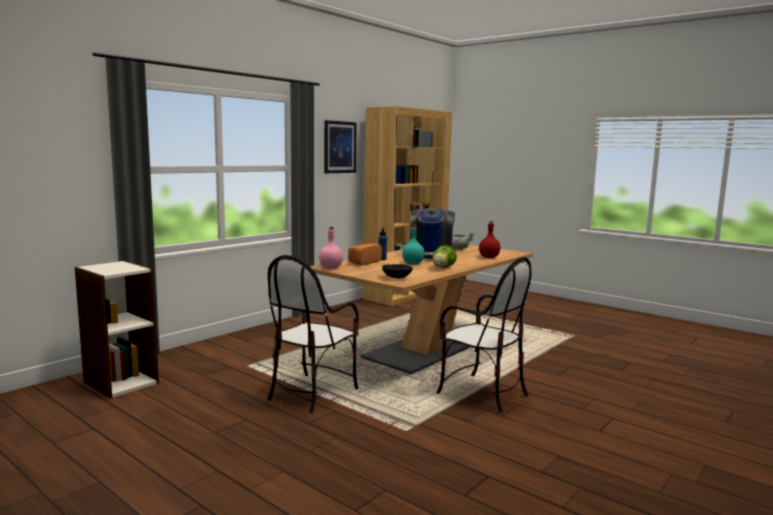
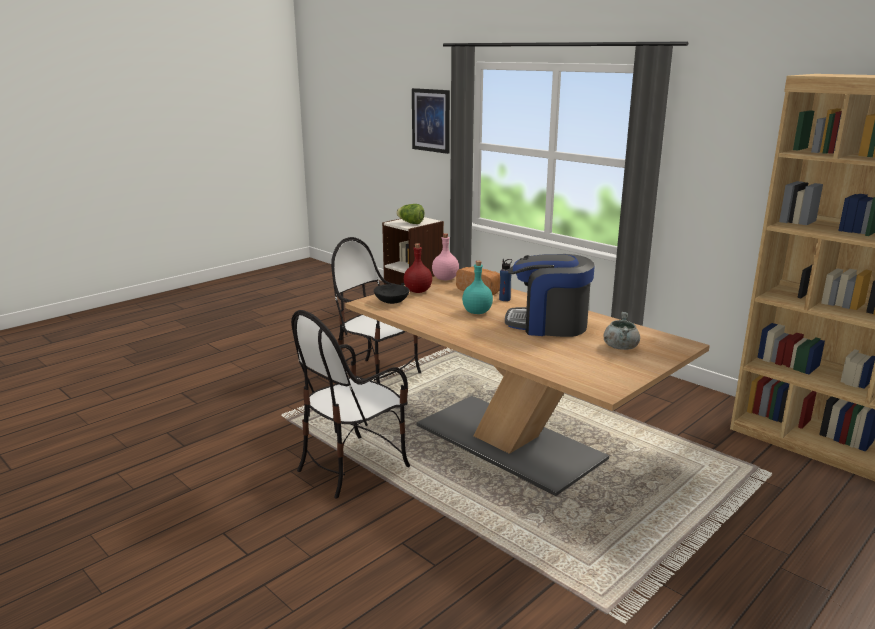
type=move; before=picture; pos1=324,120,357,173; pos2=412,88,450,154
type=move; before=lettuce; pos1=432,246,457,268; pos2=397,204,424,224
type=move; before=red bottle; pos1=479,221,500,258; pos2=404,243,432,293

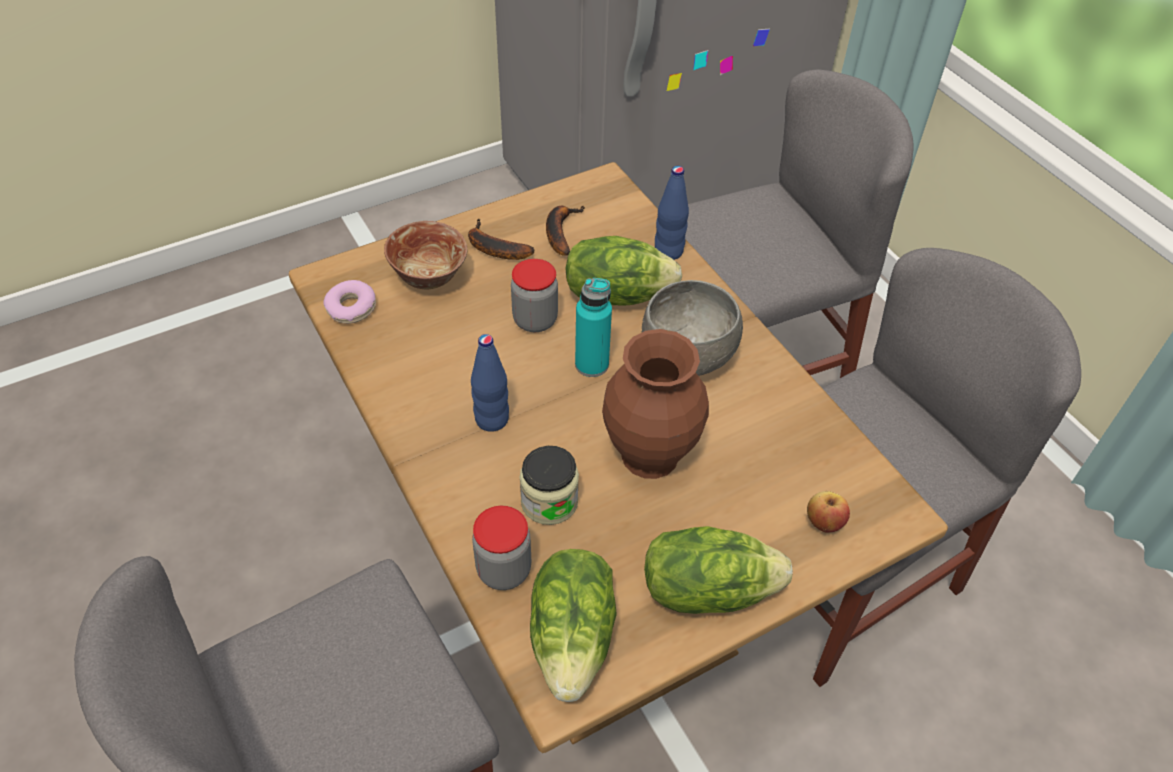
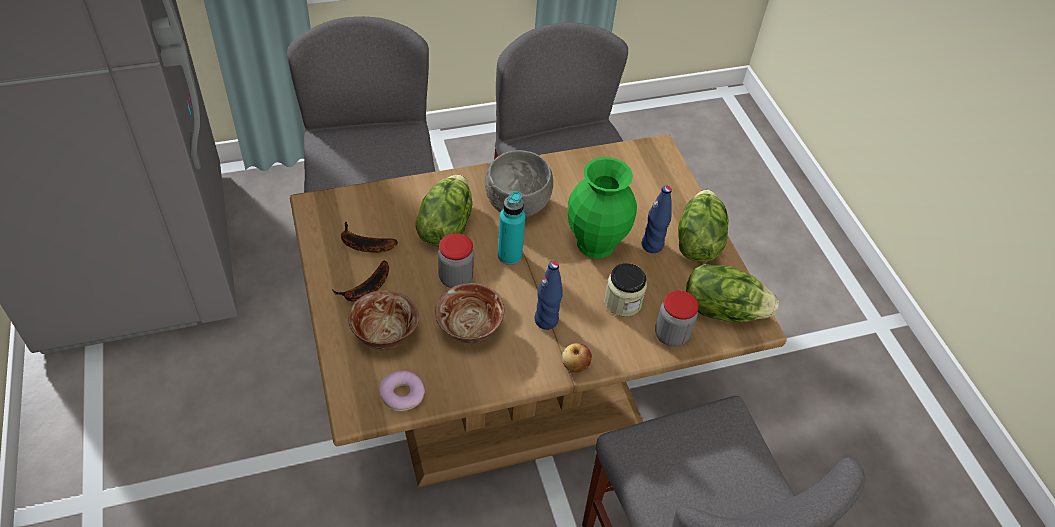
type=insert; after=bowl; pos2=435,283,504,343
type=move; before=blue bottle; pos1=655,166,689,260; pos2=642,186,672,253
type=move; before=apple; pos1=807,491,850,533; pos2=562,343,592,372
type=recolor; before=brown vase; after=green vase; pos1=602,329,709,479; pos2=568,157,637,258

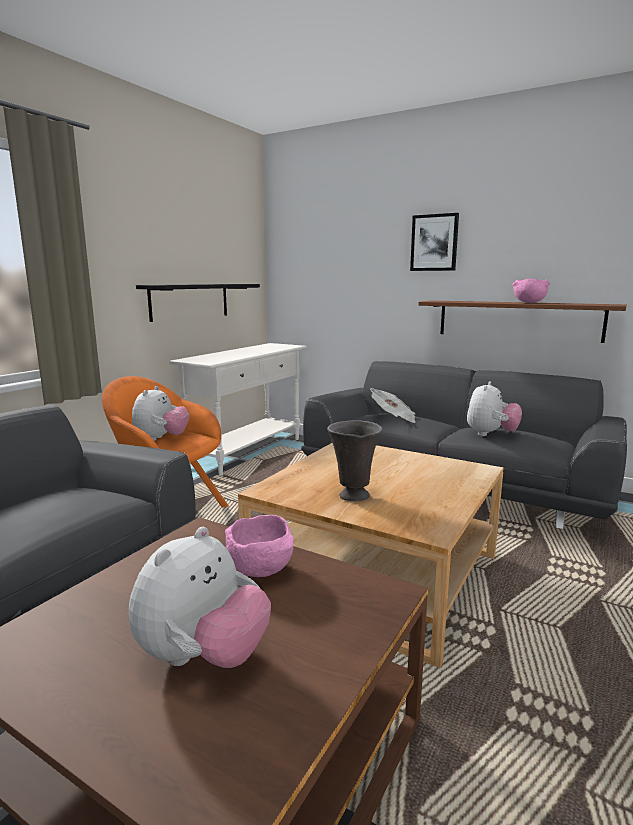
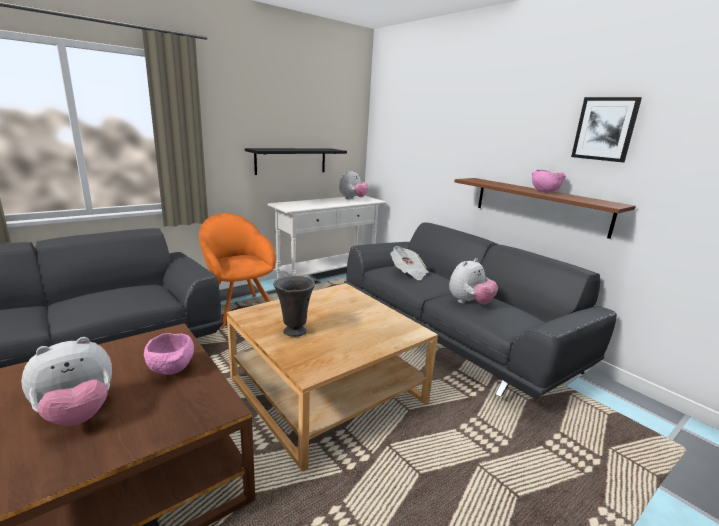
type=move; before=plush toy; pos1=132,386,189,441; pos2=339,170,369,199
type=move; before=picture; pos1=410,213,459,271; pos2=571,97,642,162

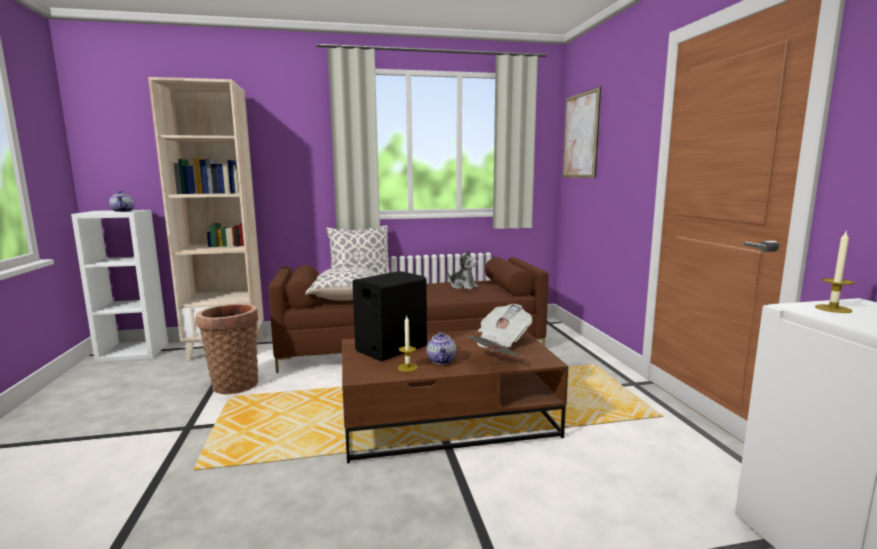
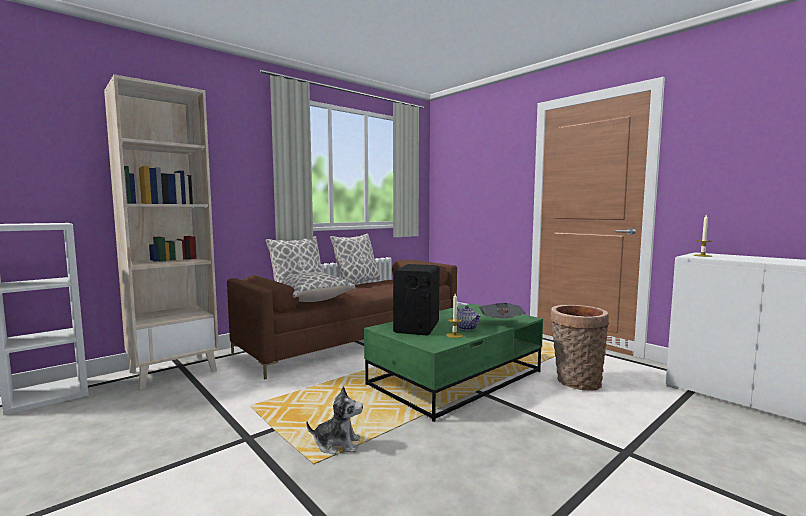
type=delete; before=teapot; pos1=109,191,134,212
type=delete; before=newspaper; pos1=477,304,532,348
type=delete; before=picture; pos1=563,87,601,178
type=insert; after=pillow; pos2=330,234,381,284
type=move; before=basket; pos1=196,303,258,394; pos2=550,305,609,391
type=move; before=plush toy; pos1=447,250,479,290; pos2=306,386,363,455
type=recolor; before=brown coffee table; after=green coffee table; pos1=342,330,568,464; pos2=364,303,543,422

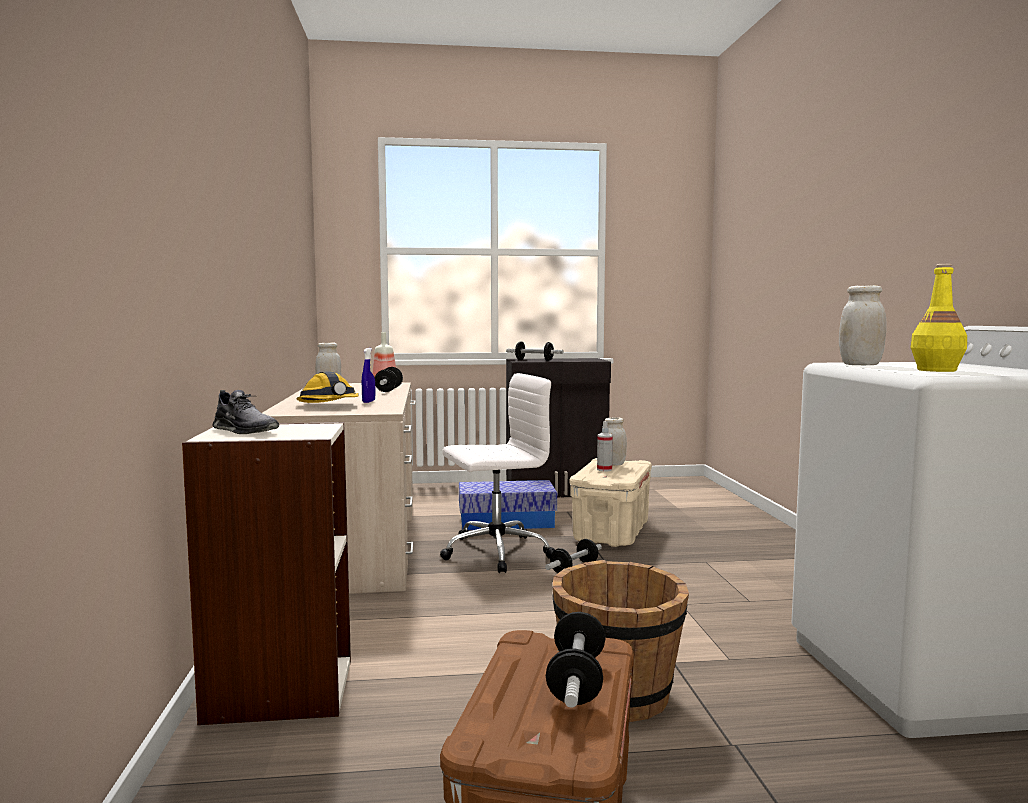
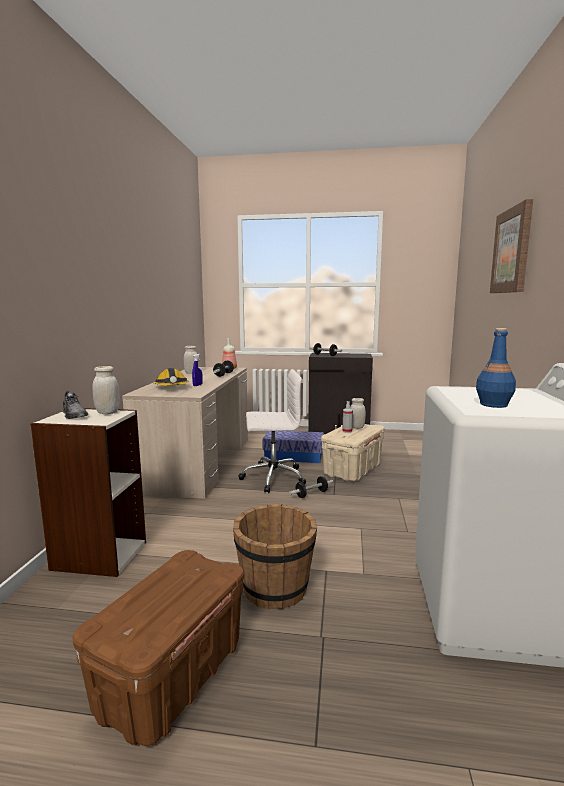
type=delete; before=dumbbell; pos1=546,612,605,708
type=insert; after=picture; pos2=490,199,533,293
type=move; before=white jar; pos1=839,285,886,365; pos2=92,366,120,414
type=recolor; before=yellow bottle; after=blue bottle; pos1=911,264,967,372; pos2=476,328,516,408

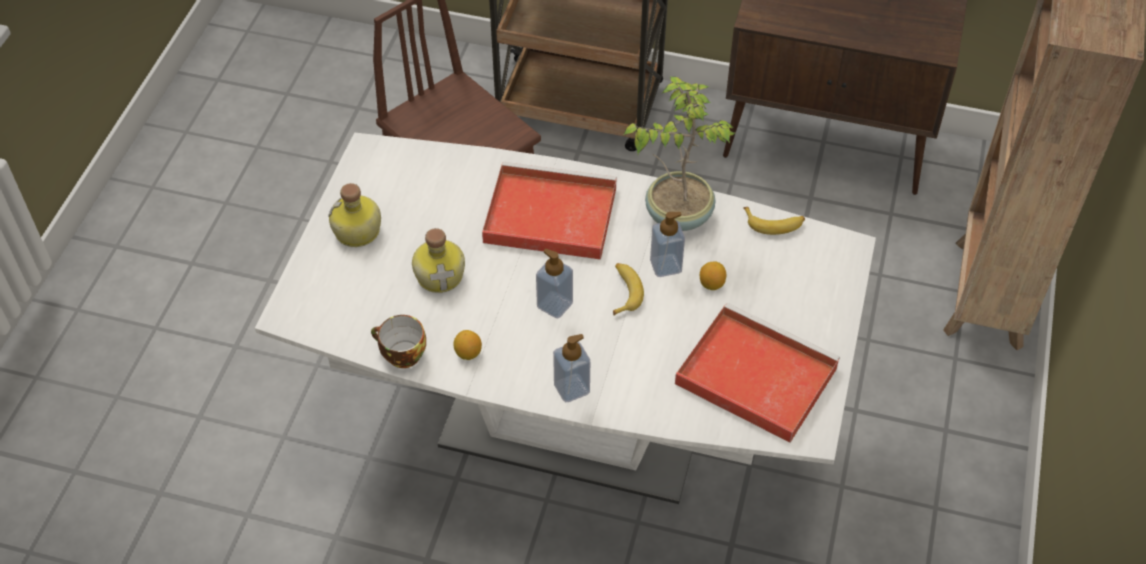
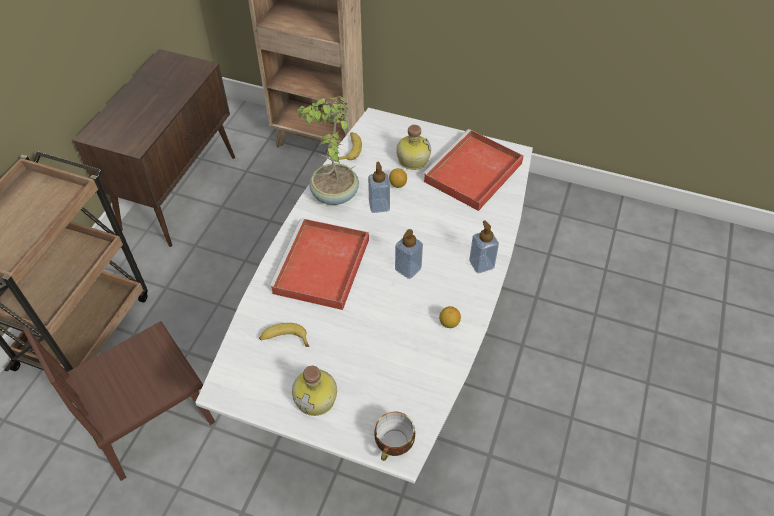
type=move; before=cup; pos1=371,315,426,368; pos2=374,411,415,461
type=move; before=bottle; pos1=412,228,465,293; pos2=396,125,431,170
type=move; before=banana; pos1=613,263,644,315; pos2=259,323,309,347

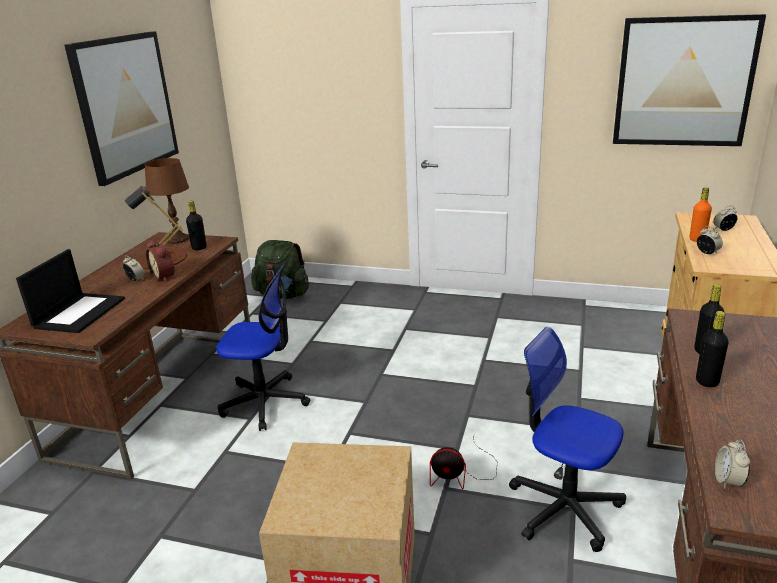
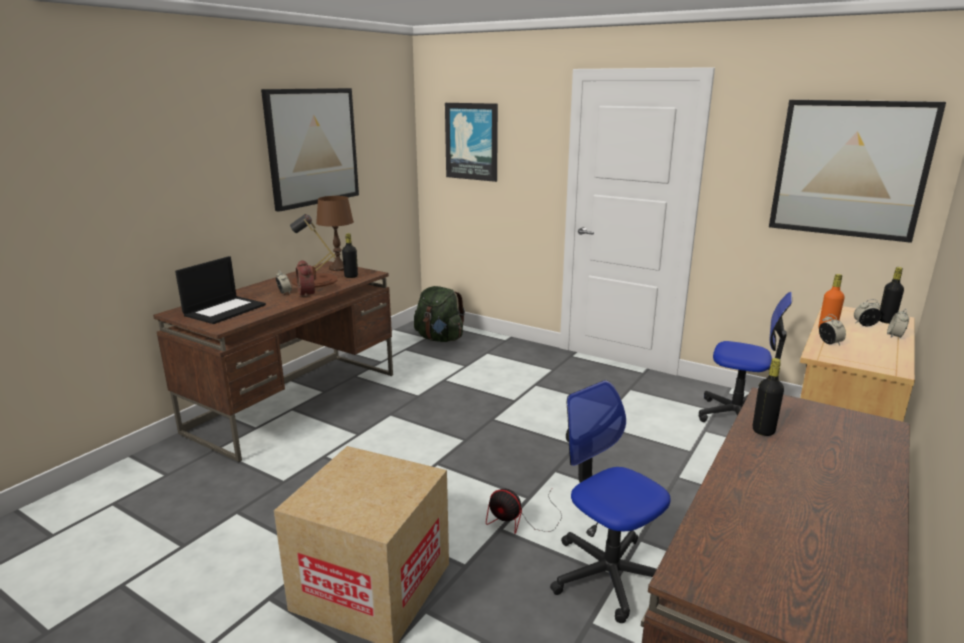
type=insert; after=picture; pos2=445,103,498,182
type=move; before=office chair; pos1=216,264,310,431; pos2=699,292,792,422
type=move; before=black bottle; pos1=696,311,729,387; pos2=879,267,904,324
type=move; before=alarm clock; pos1=715,440,750,489; pos2=887,308,909,338

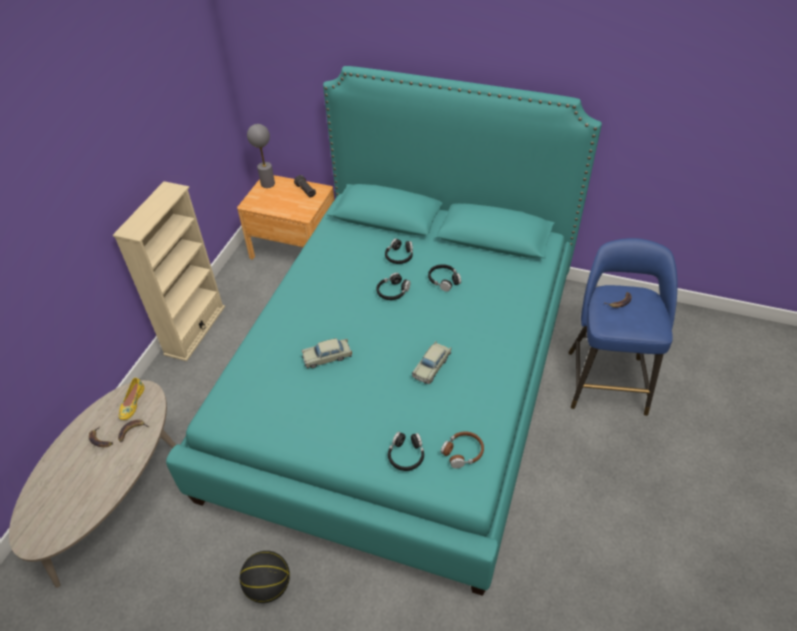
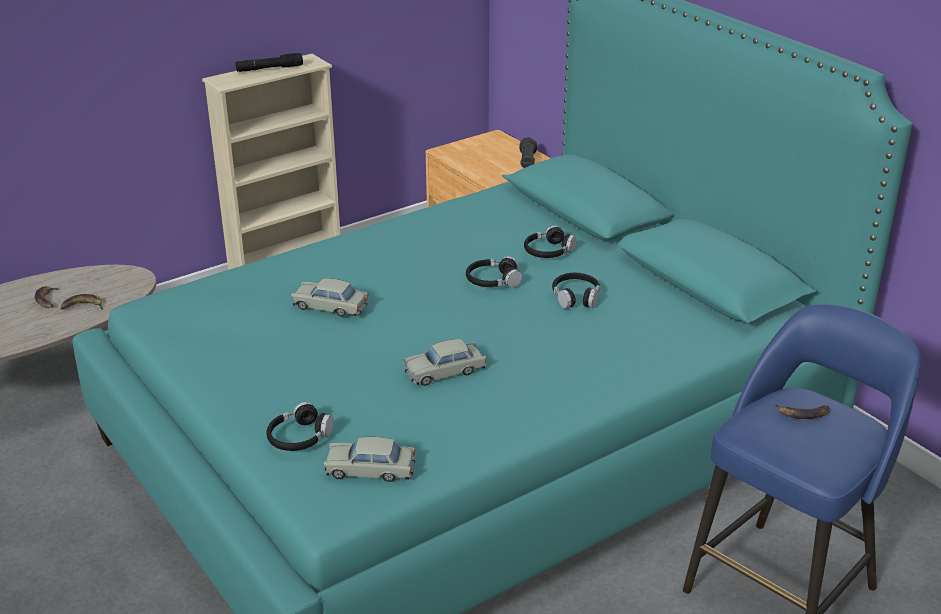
type=delete; before=yellow shoe; pos1=119,378,144,420
type=delete; before=basketball; pos1=240,551,290,603
type=delete; before=grey table lamp; pos1=247,124,275,188
type=insert; after=black flashlight; pos2=235,53,303,72
type=replace; before=brown headphones; after=beige toy car; pos1=440,431,484,469; pos2=324,437,415,482

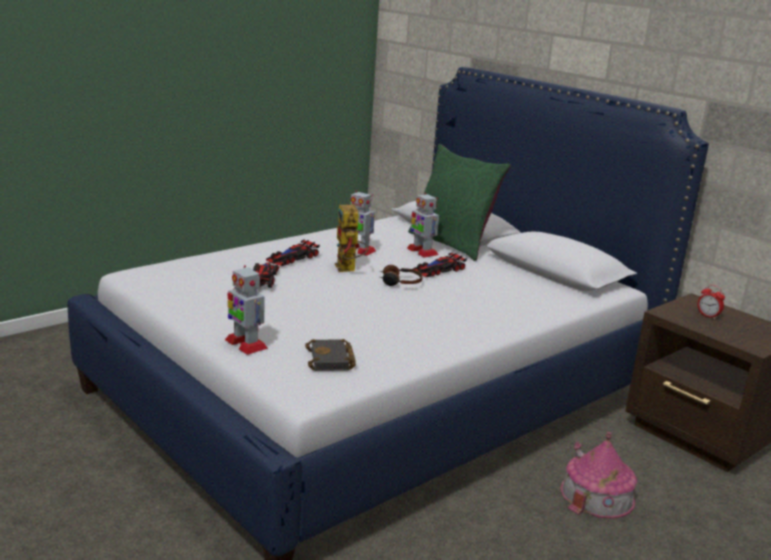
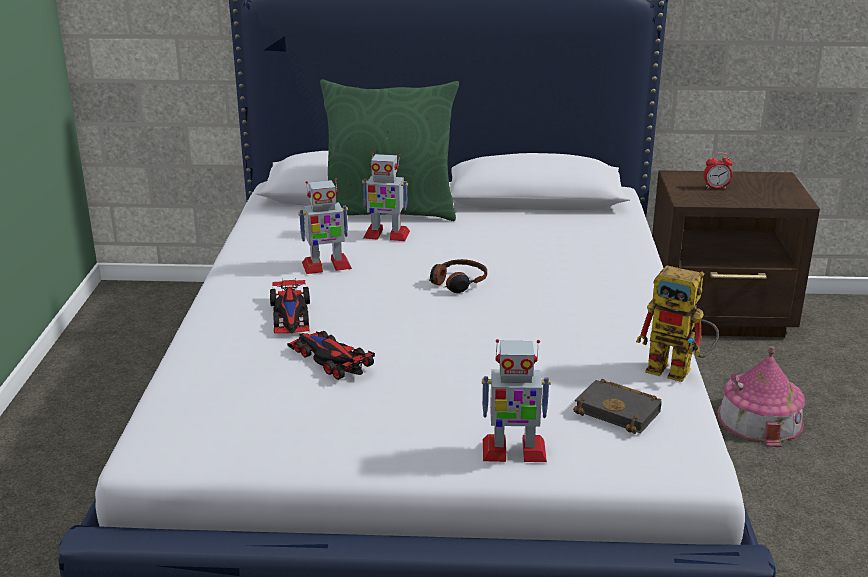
type=delete; before=toy car; pos1=413,252,467,277
type=move; before=toy robot; pos1=335,204,368,272; pos2=636,266,719,382

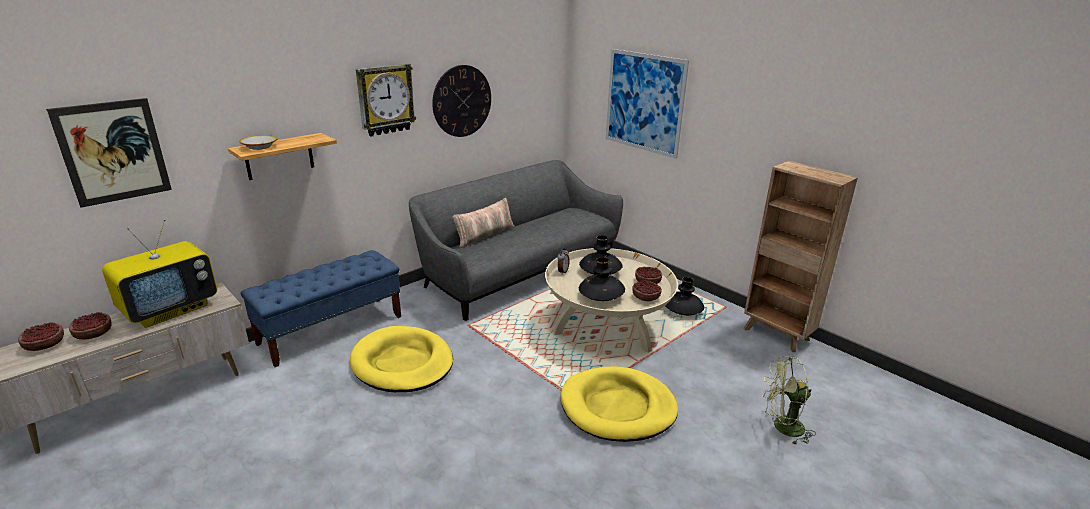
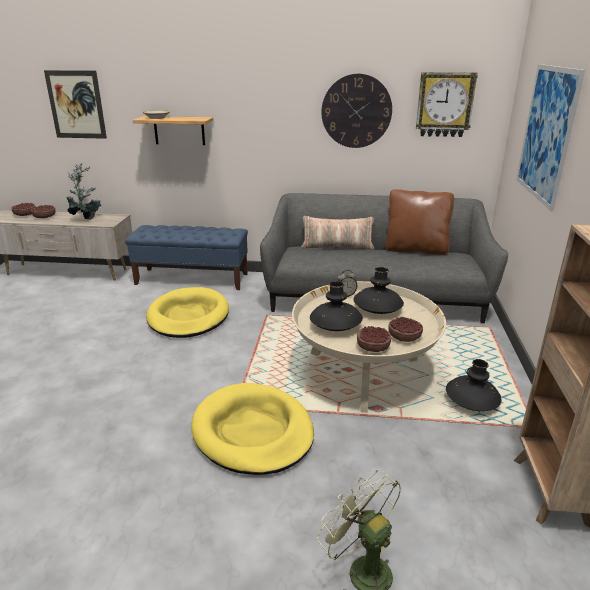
type=insert; after=brown pillow; pos2=386,189,454,255
type=move; before=wall clock; pos1=356,64,416,136; pos2=416,72,478,137
type=replace; before=television; after=potted plant; pos1=102,219,217,328; pos2=66,163,102,220

